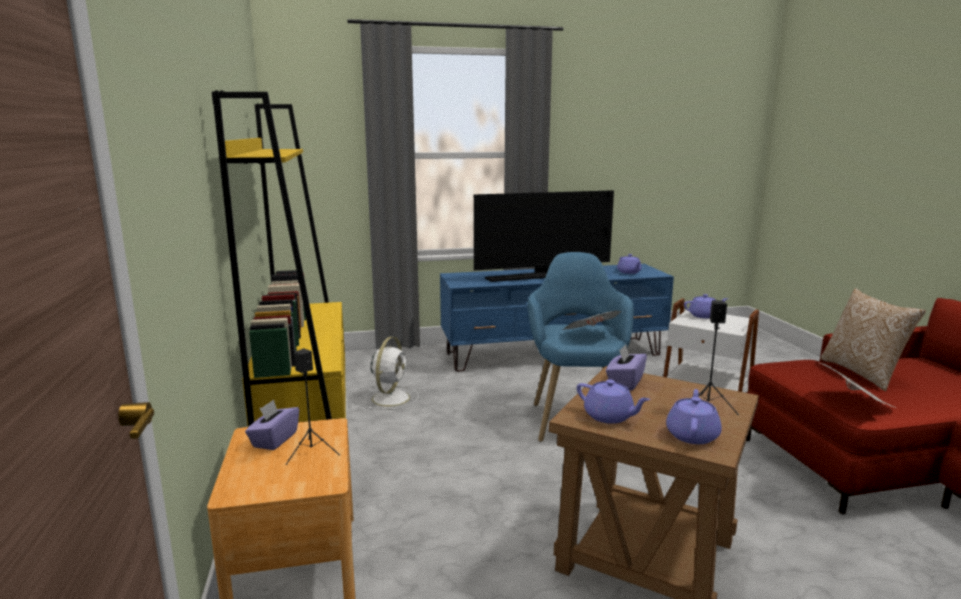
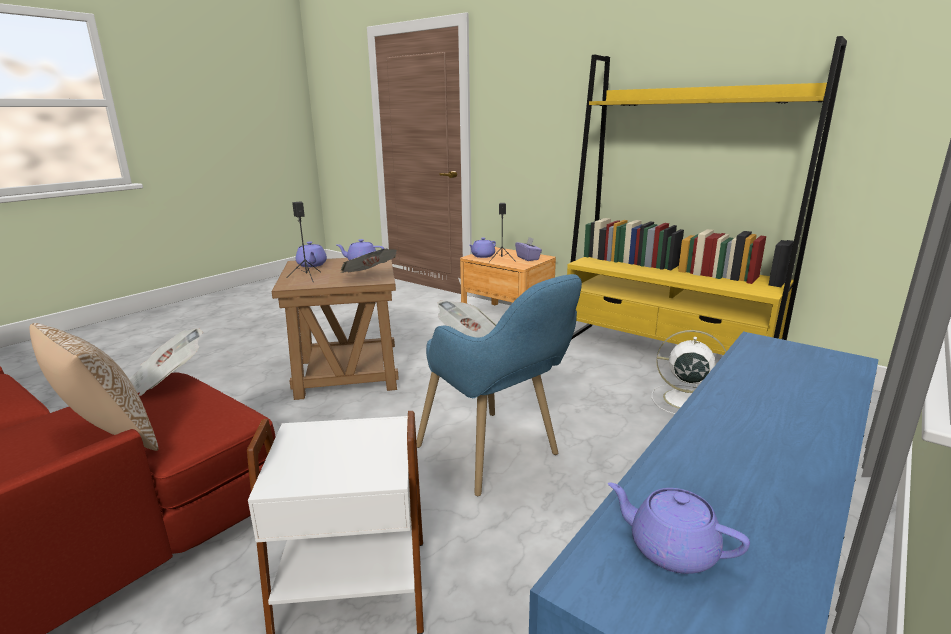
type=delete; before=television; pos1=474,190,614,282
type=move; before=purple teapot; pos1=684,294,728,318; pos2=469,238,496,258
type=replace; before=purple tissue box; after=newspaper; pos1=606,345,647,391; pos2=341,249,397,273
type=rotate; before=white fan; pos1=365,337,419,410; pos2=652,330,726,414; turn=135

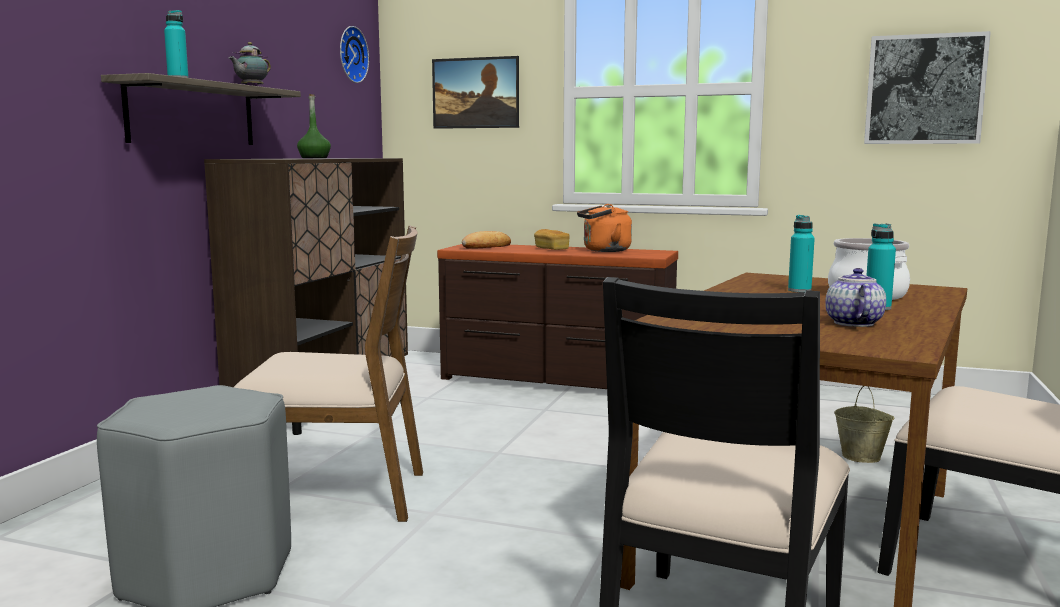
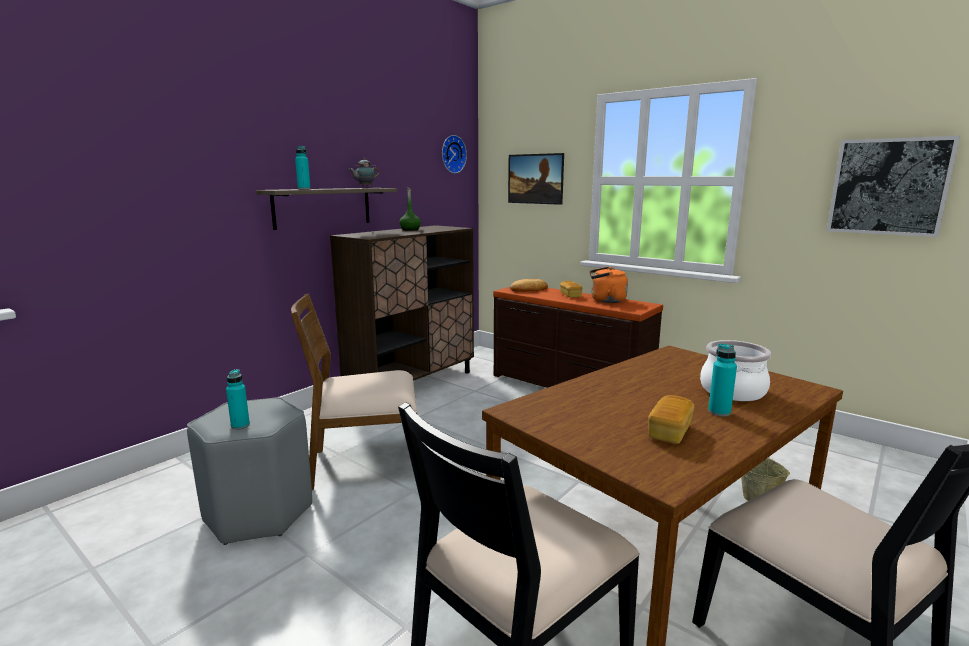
type=move; before=turquoise bottle; pos1=788,215,815,292; pos2=226,369,250,430
type=replace; before=teapot; after=bread; pos1=825,268,886,327; pos2=648,395,694,444
type=rotate; before=brown chair; pos1=234,225,423,522; pos2=291,293,417,490; turn=150

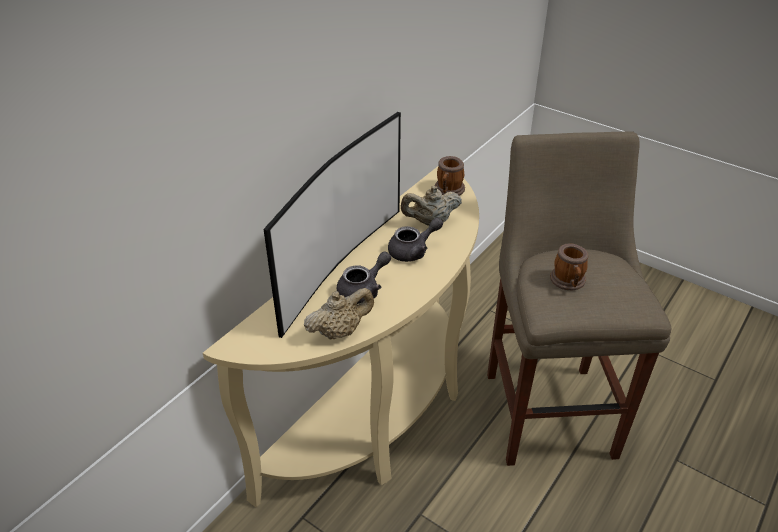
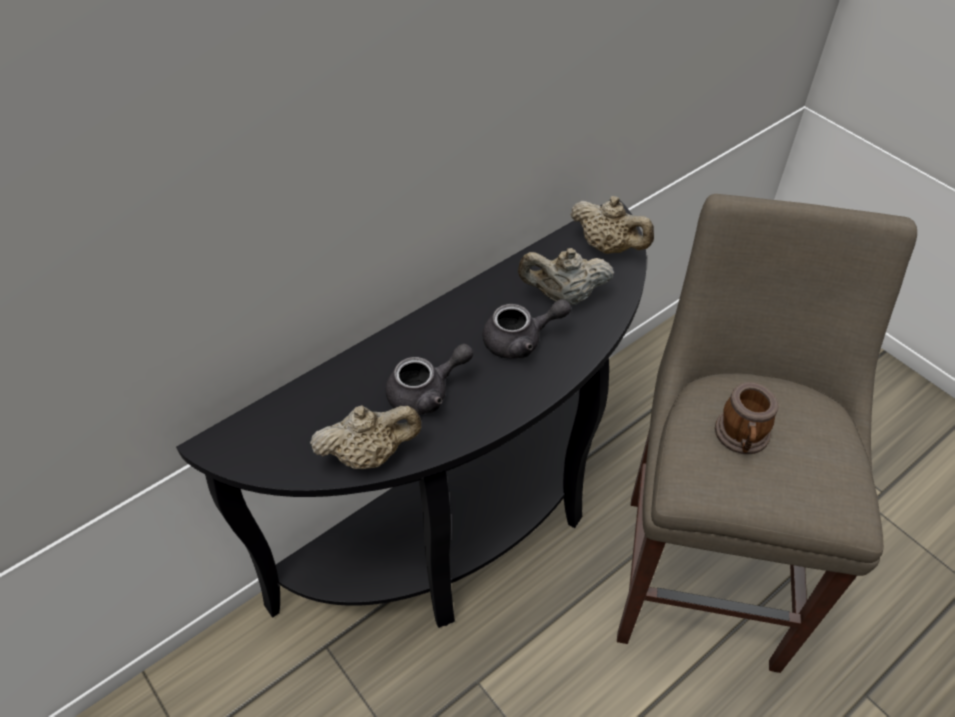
type=delete; before=television; pos1=263,112,401,338
type=replace; before=mug; after=beige teapot; pos1=435,156,465,196; pos2=570,196,654,254
type=recolor; before=beige console table; after=black console table; pos1=203,166,479,507; pos2=176,200,647,628

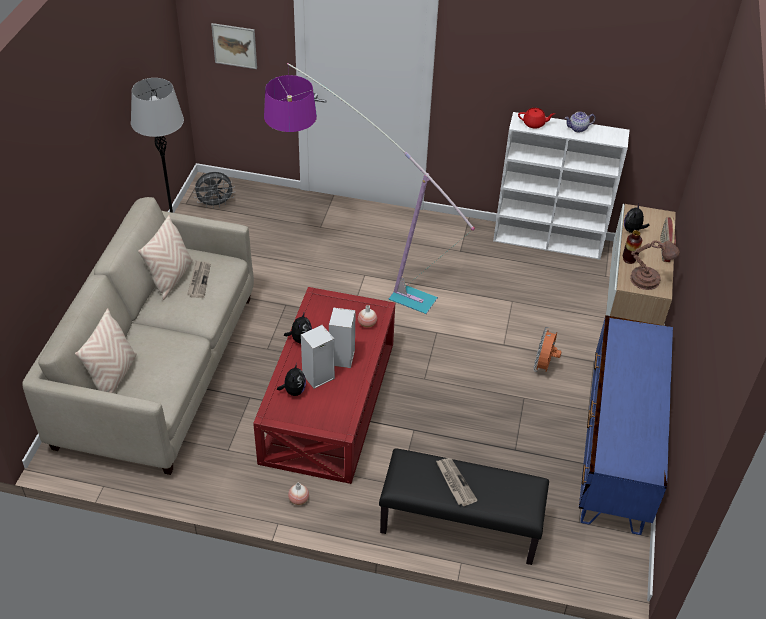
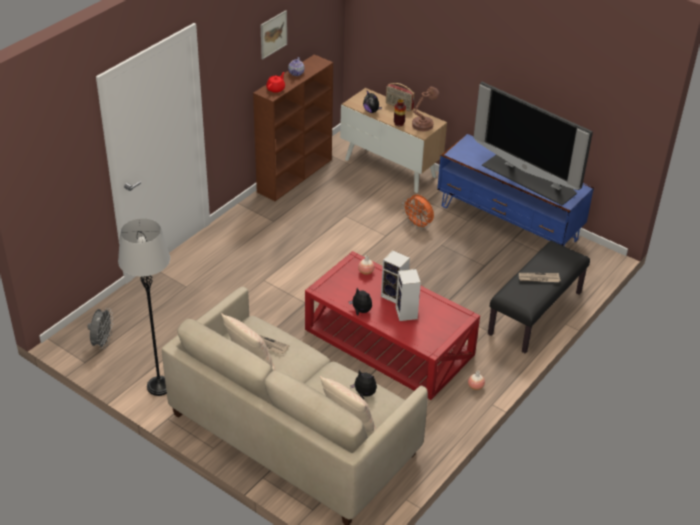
type=delete; before=floor lamp; pos1=264,63,475,314
type=insert; after=television; pos2=474,82,593,206
type=move; before=picture; pos1=211,23,257,69; pos2=261,10,287,59
type=move; before=plush toy; pos1=277,363,306,396; pos2=350,370,377,399
type=recolor; before=white bookcase; after=brown bookcase; pos1=493,112,629,260; pos2=253,55,333,201

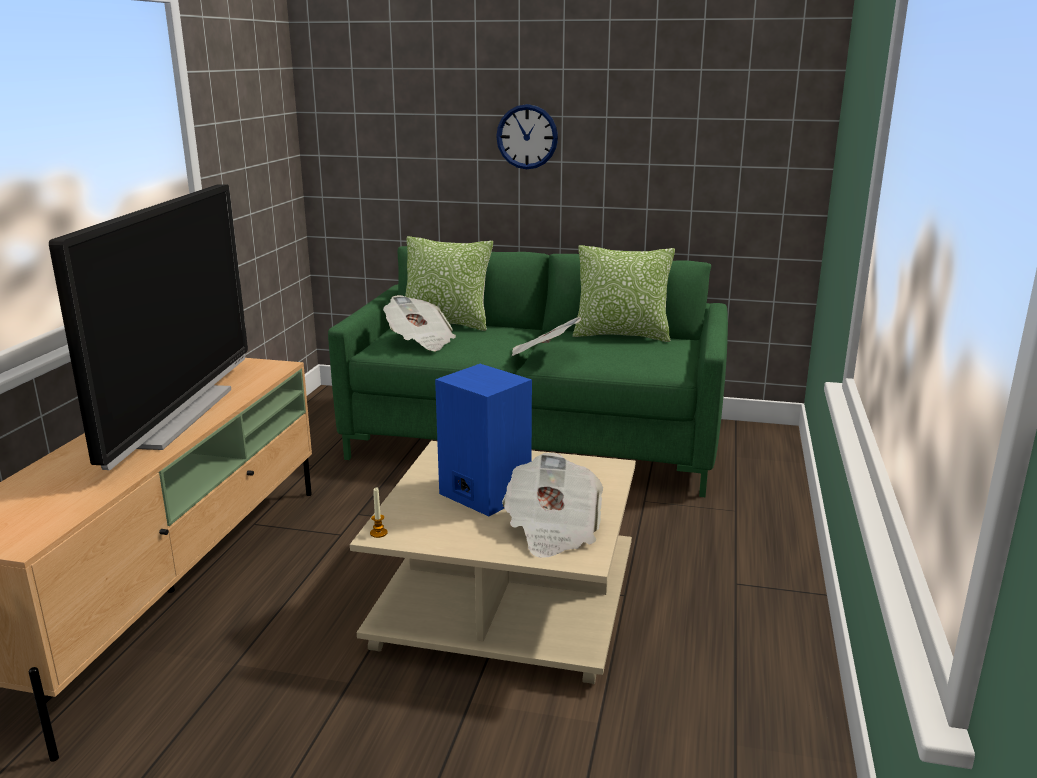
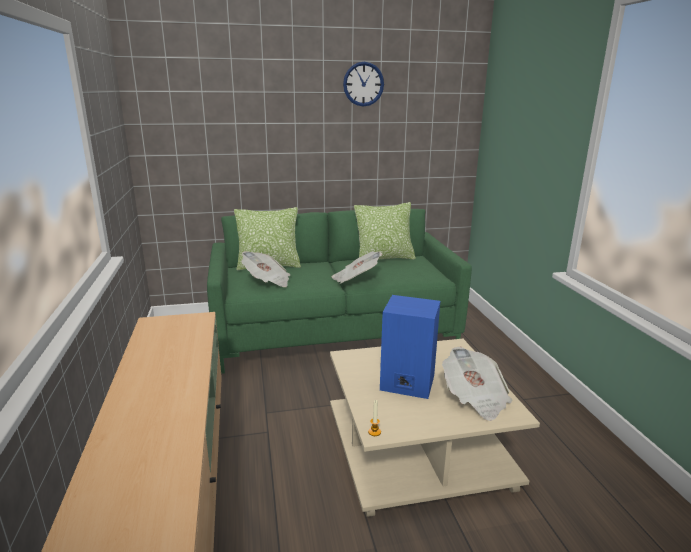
type=delete; before=television; pos1=49,184,248,470
type=move; before=wall clock; pos1=496,104,558,169; pos2=343,62,384,107

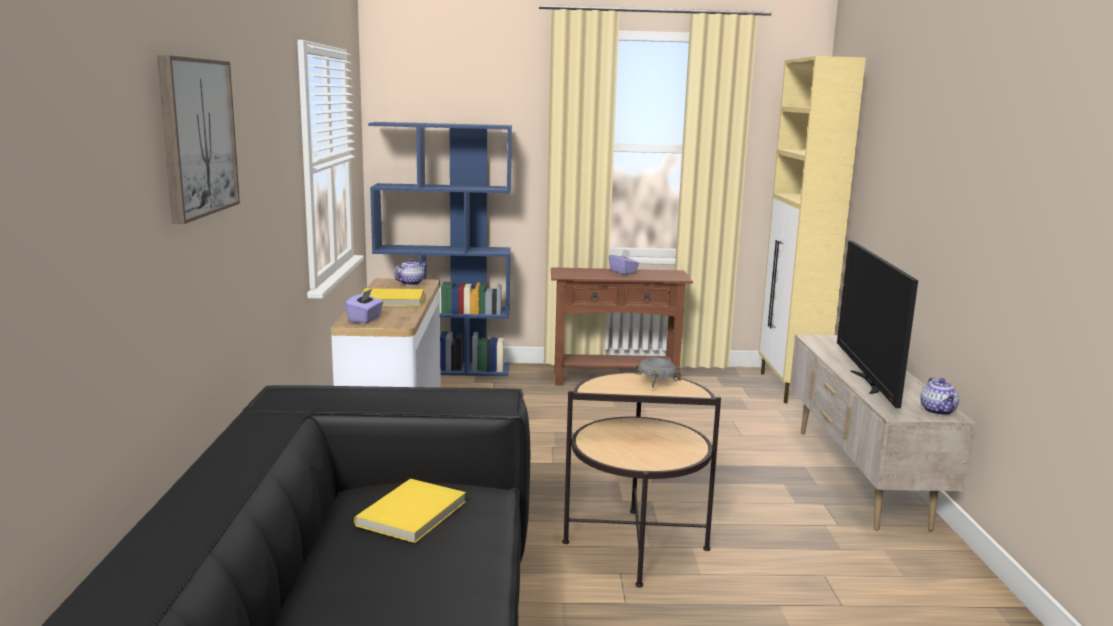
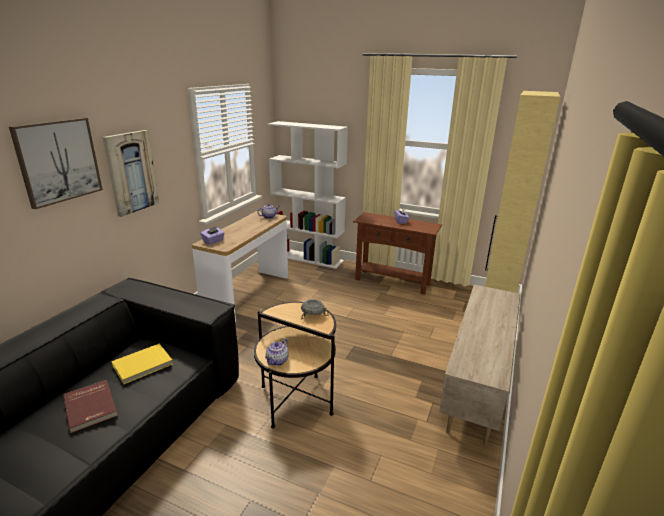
type=delete; before=yellow book; pos1=362,289,424,306
type=delete; before=television; pos1=837,241,918,408
type=insert; after=red book; pos2=63,380,118,433
type=insert; after=picture; pos2=103,130,159,217
type=move; before=teapot; pos1=920,377,959,415; pos2=265,339,289,366
type=recolor; before=blue bookcase; after=white bookcase; pos1=368,122,512,376; pos2=267,121,348,269

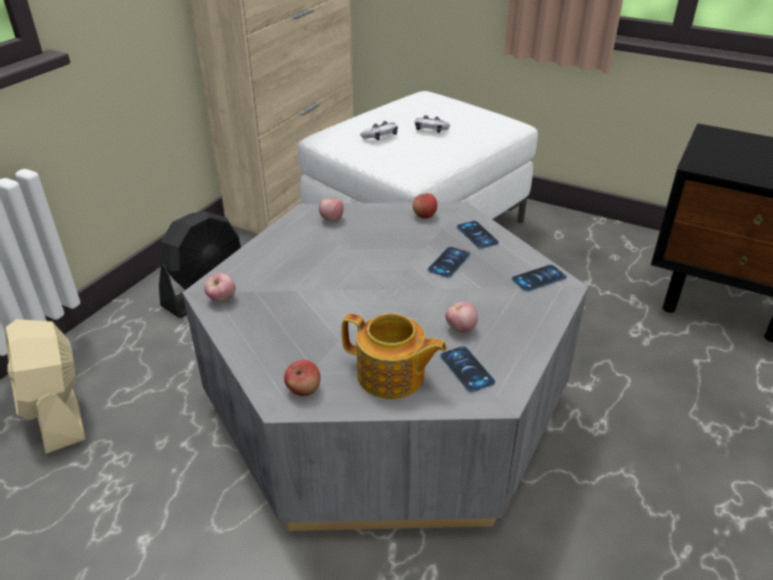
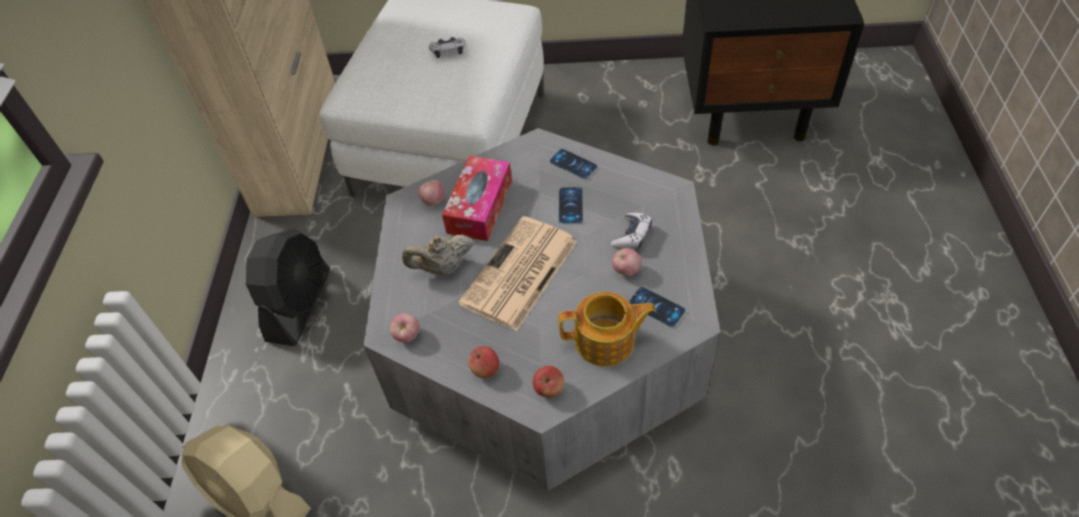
type=delete; before=phone; pos1=512,265,567,291
type=insert; after=beige teapot; pos2=402,234,473,275
type=insert; after=tissue box; pos2=442,156,512,241
type=insert; after=newspaper; pos2=458,216,577,331
type=move; before=game controller; pos1=360,121,398,140; pos2=611,213,652,249
type=move; before=apple; pos1=413,193,437,219; pos2=468,346,499,378

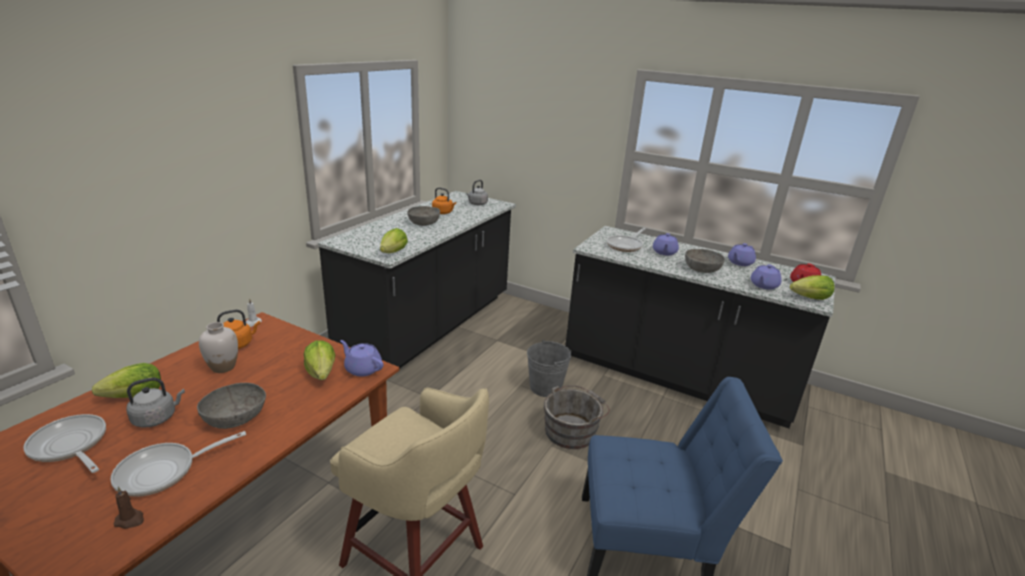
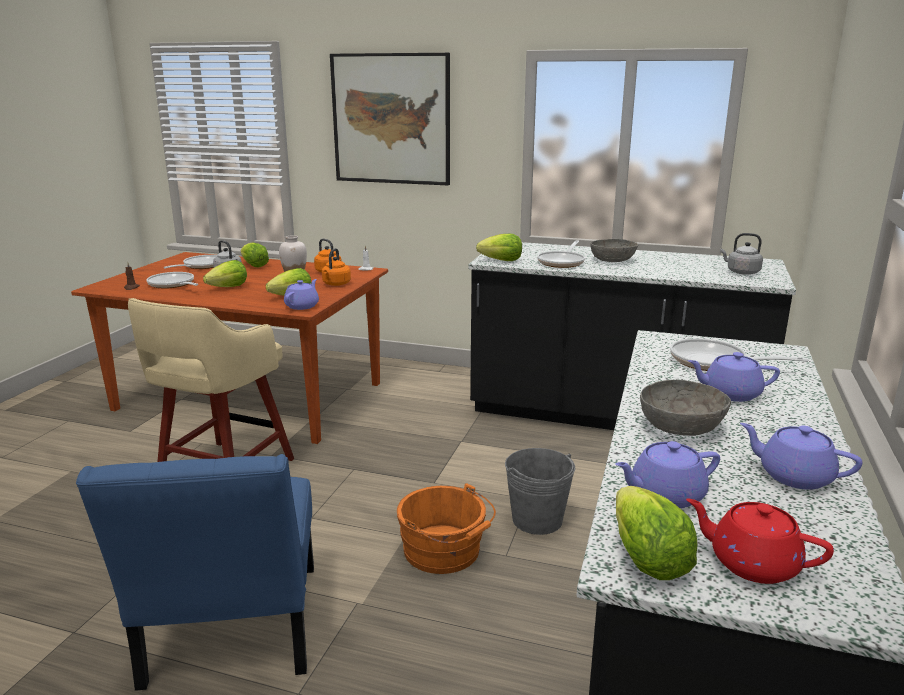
type=insert; after=picture; pos2=330,53,450,185
type=insert; after=frying pan; pos2=537,240,585,268
type=move; before=orange kettle; pos1=432,188,456,214; pos2=322,248,351,286
type=replace; before=grey bowl; after=lettuce; pos1=197,383,266,429; pos2=203,260,247,287
type=recolor; before=grey bucket; after=orange bucket; pos1=544,385,610,449; pos2=397,483,496,574
type=rotate; before=purple teapot; pos1=751,264,782,290; pos2=615,441,720,508; turn=-45

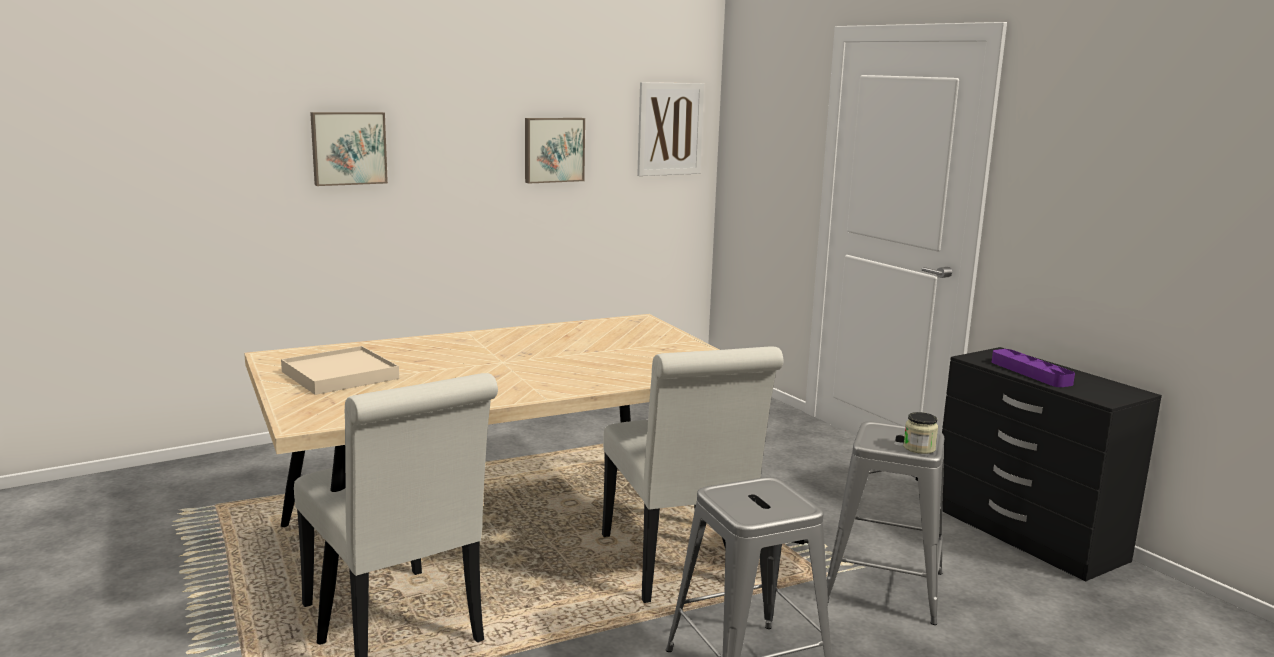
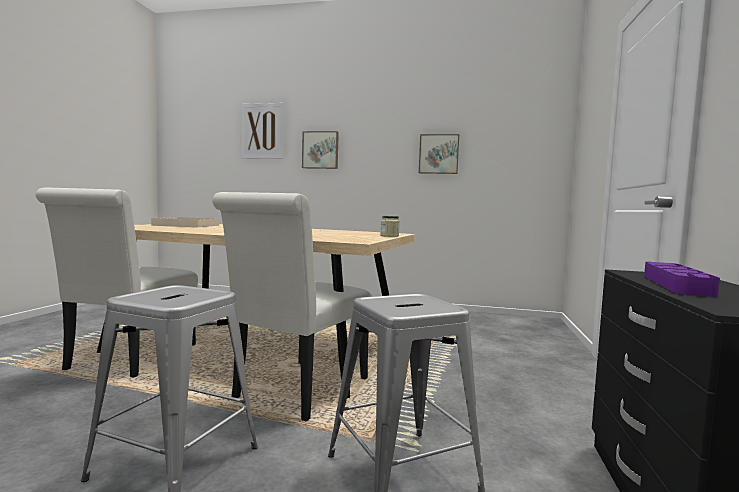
type=move; before=picture; pos1=637,82,704,176; pos2=241,103,283,159
type=move; before=jar; pos1=903,412,938,454; pos2=380,216,400,237

